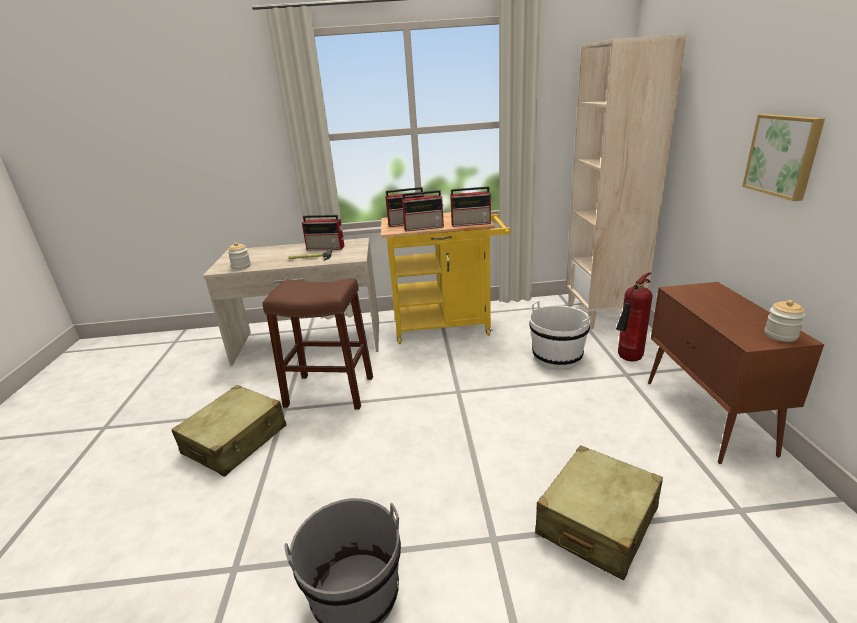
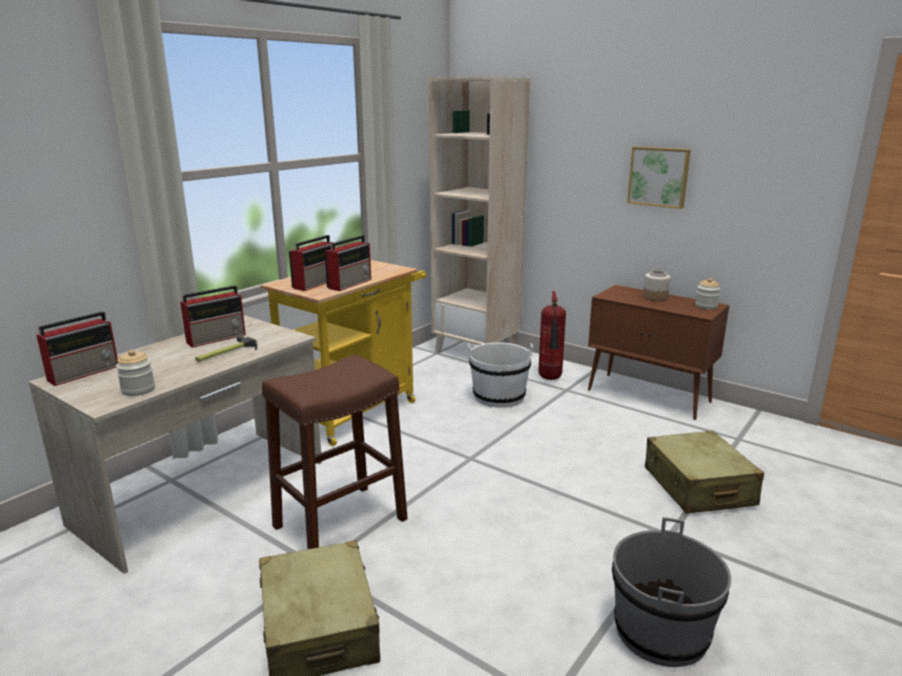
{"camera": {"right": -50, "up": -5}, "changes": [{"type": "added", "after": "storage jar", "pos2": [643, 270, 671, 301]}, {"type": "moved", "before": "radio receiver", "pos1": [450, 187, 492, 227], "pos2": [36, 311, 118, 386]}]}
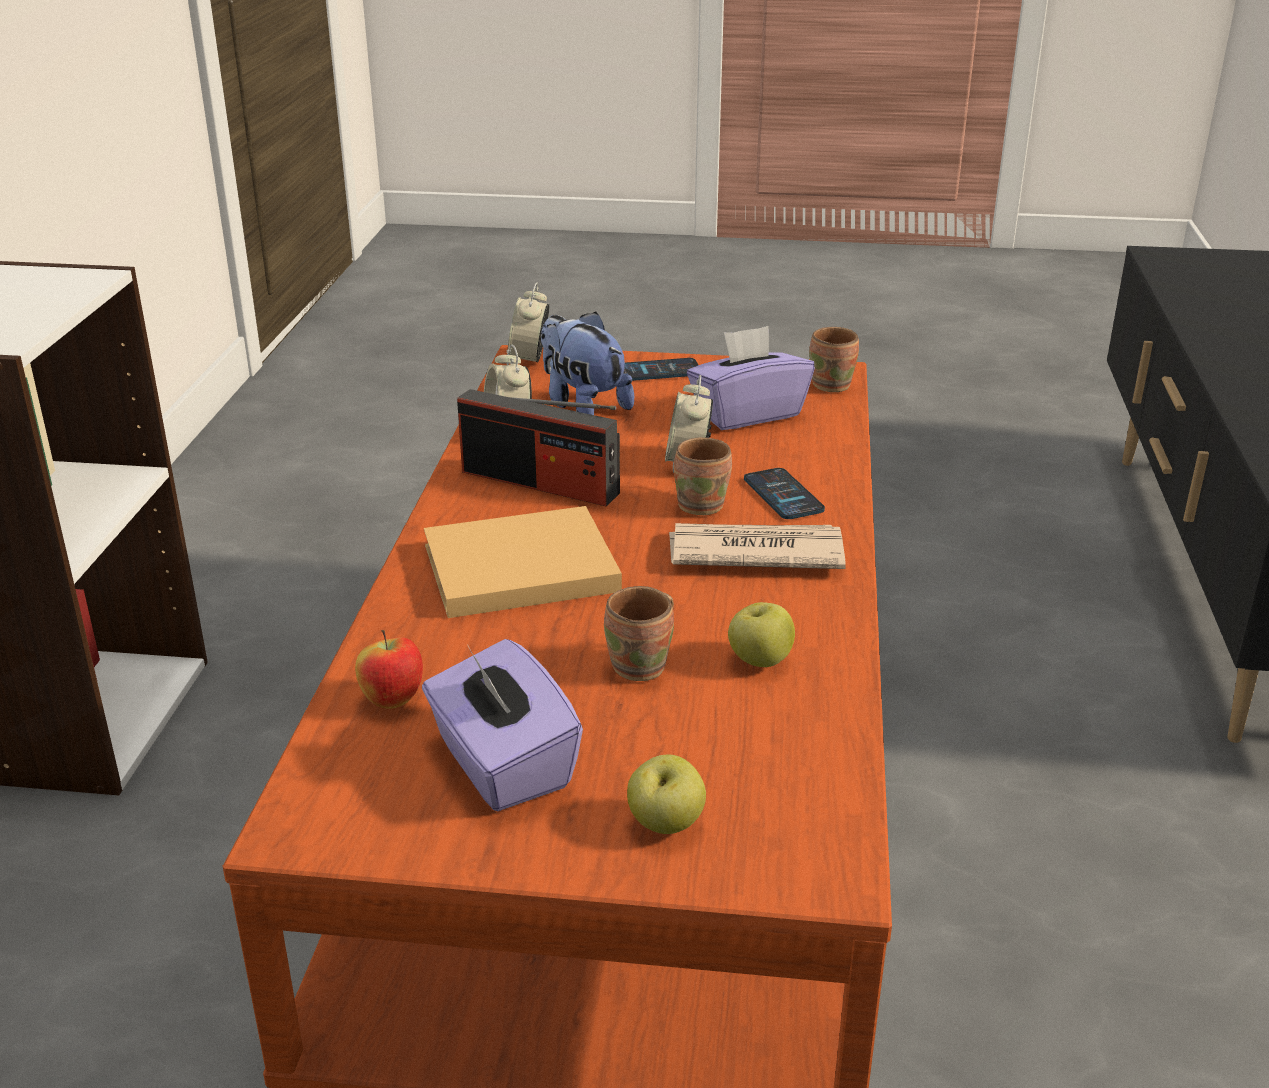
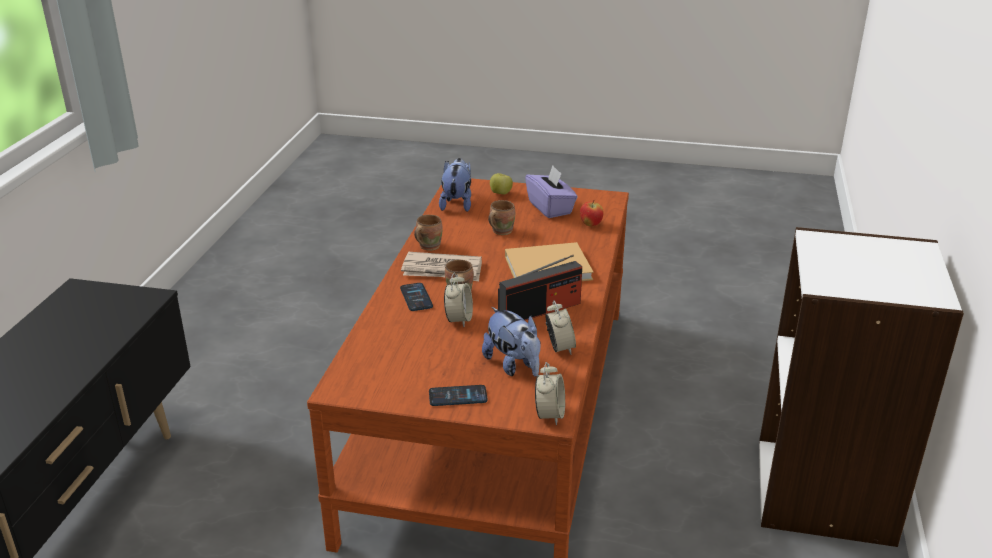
{"camera": {"right": -175, "up": 0}, "changes": [{"type": "removed", "before": "purple tissue box", "pos1": [687, 326, 815, 430]}, {"type": "removed", "before": "apple fruit", "pos1": [728, 602, 795, 667]}, {"type": "added", "after": "soft toy", "pos2": [439, 158, 471, 212]}, {"type": "moved", "before": "brownish coffee mug", "pos1": [809, 327, 859, 392], "pos2": [414, 215, 443, 251]}, {"type": "turned", "before": "radio receiver", "pos1": [457, 389, 620, 506], "pos2": [498, 255, 582, 320], "turn": 120}]}
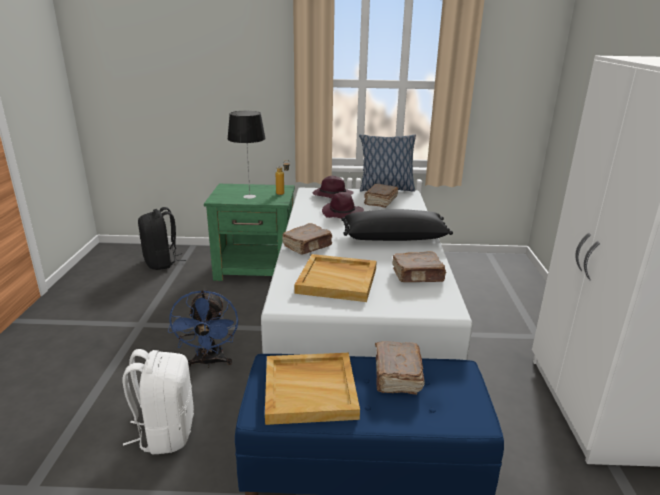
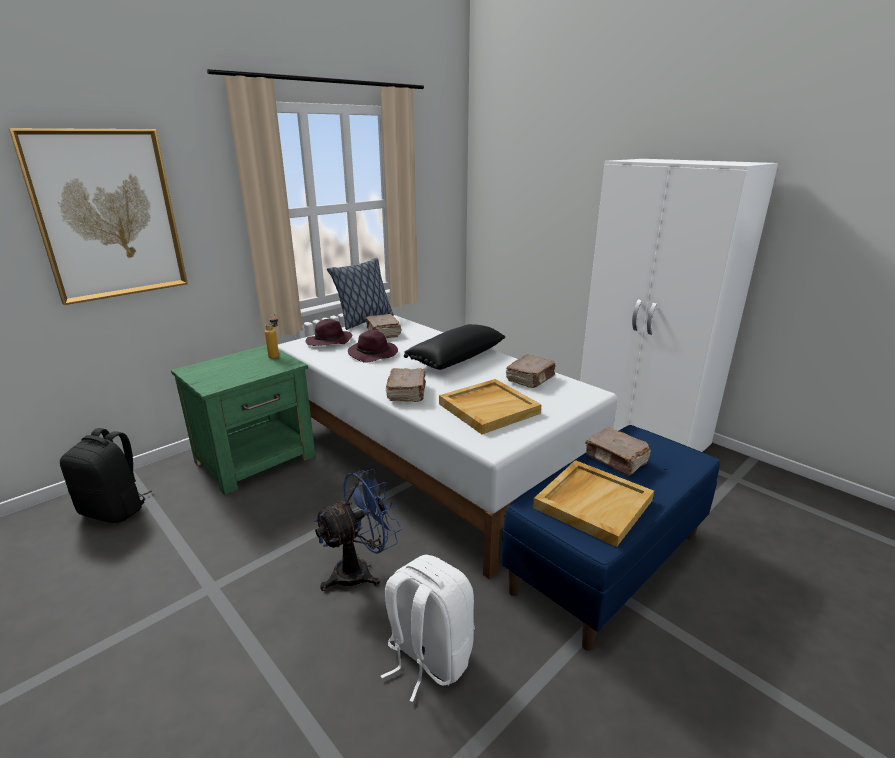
{"camera": {"right": -45, "up": 0}, "changes": [{"type": "removed", "before": "table lamp", "pos1": [228, 111, 266, 199]}, {"type": "added", "after": "picture", "pos2": [8, 128, 188, 305]}, {"type": "turned", "before": "bluish cooling fan", "pos1": [168, 290, 238, 368], "pos2": [313, 469, 402, 591], "turn": -75}]}
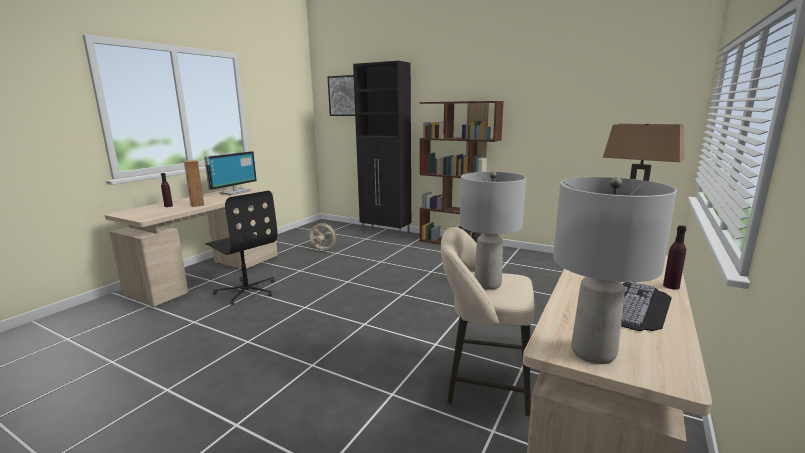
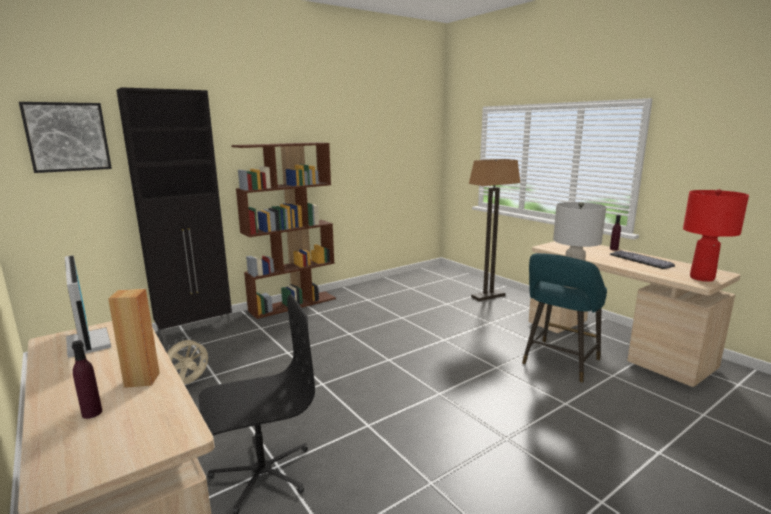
{"camera": {"right": -65, "up": 0}, "changes": [{"type": "recoloured", "before": "beige-coloured stool seat", "after": "blue-green stool seat", "pos1": [441, 227, 535, 417], "pos2": [522, 253, 607, 383]}, {"type": "recoloured", "before": "greyish table lamp", "after": "reddish table lamp", "pos1": [553, 177, 677, 364], "pos2": [683, 189, 749, 282]}]}
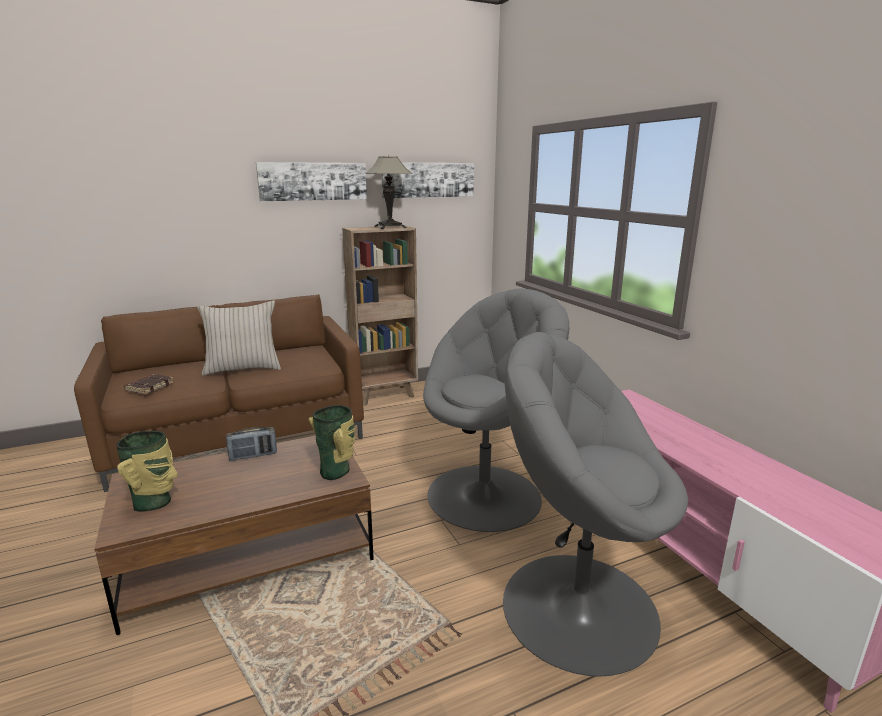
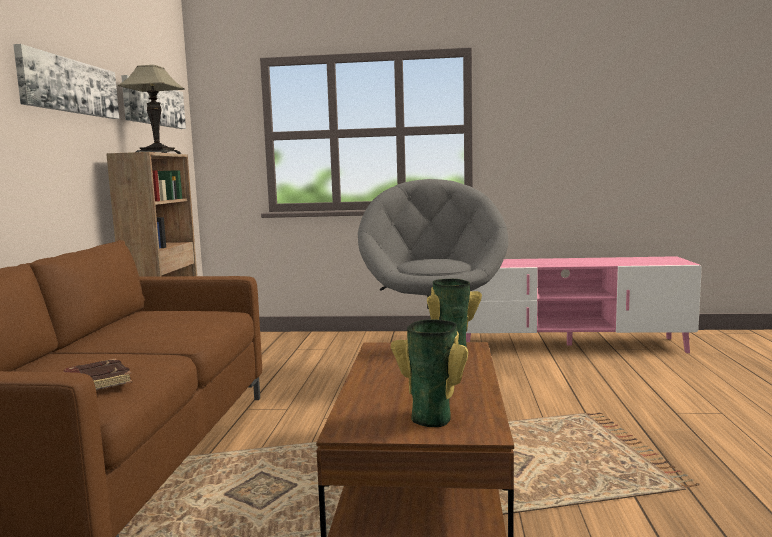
{"camera": {"right": -60, "up": -10}, "changes": [{"type": "removed", "before": "beige-coloured throw pillow", "pos1": [197, 301, 281, 376]}, {"type": "removed", "before": "radio receiver", "pos1": [226, 427, 277, 461]}, {"type": "removed", "before": "greyish armchair", "pos1": [503, 332, 688, 677]}]}
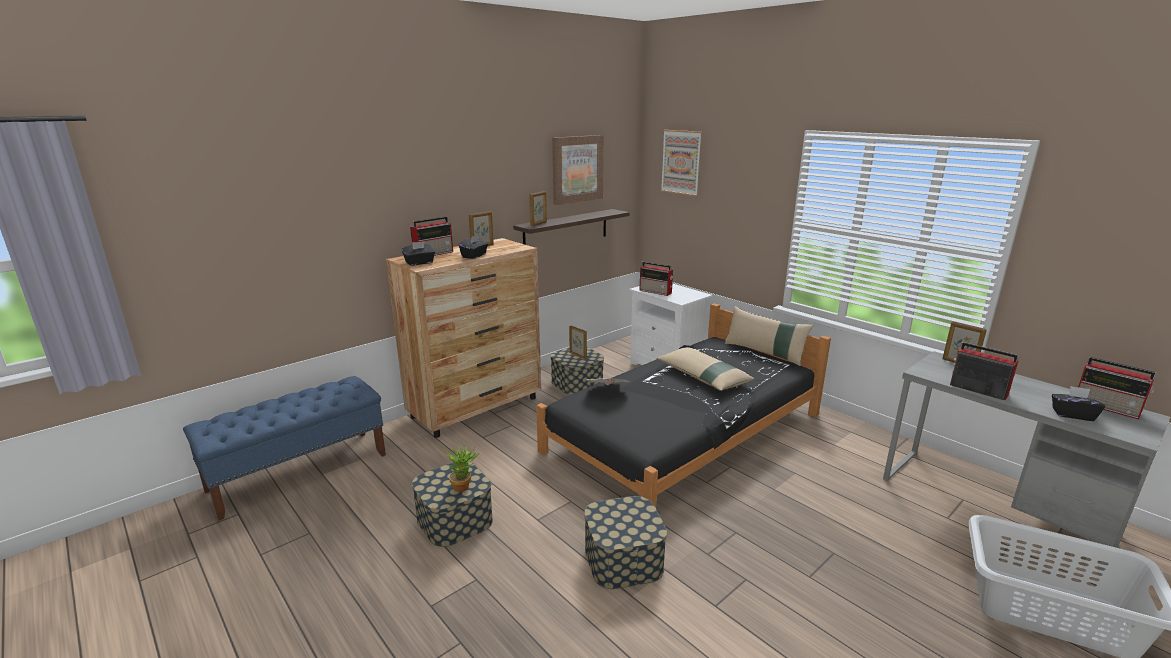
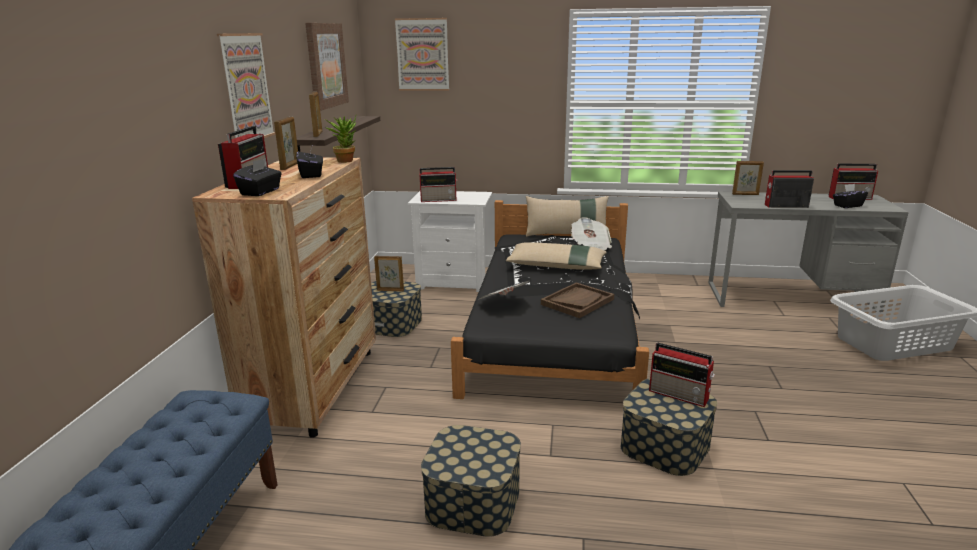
{"camera": {"right": -40, "up": 0}, "changes": [{"type": "added", "after": "picture", "pos2": [217, 33, 276, 138]}, {"type": "added", "after": "brownish serving tray", "pos2": [541, 282, 614, 318]}, {"type": "added", "after": "daily paper", "pos2": [571, 217, 612, 250]}, {"type": "added", "after": "radio receiver", "pos2": [649, 343, 715, 407]}, {"type": "moved", "before": "houseplant", "pos1": [443, 446, 479, 492], "pos2": [324, 115, 356, 163]}]}
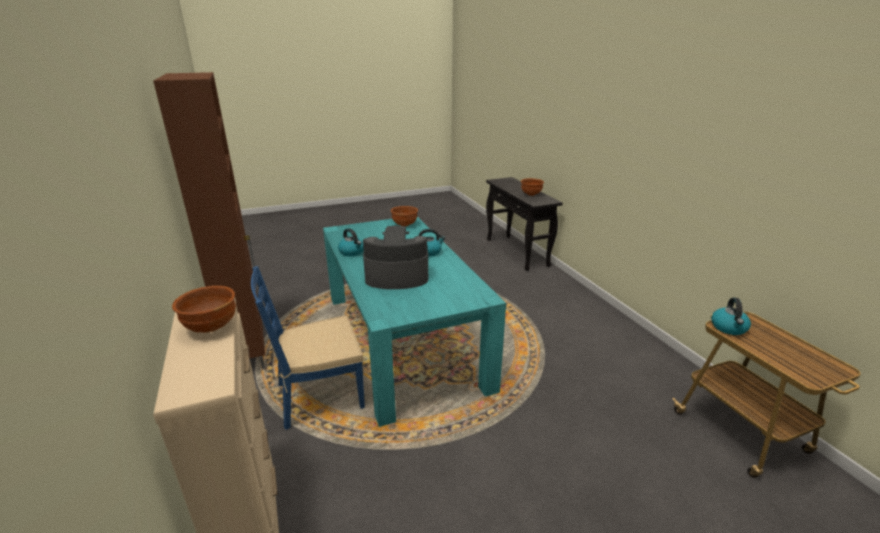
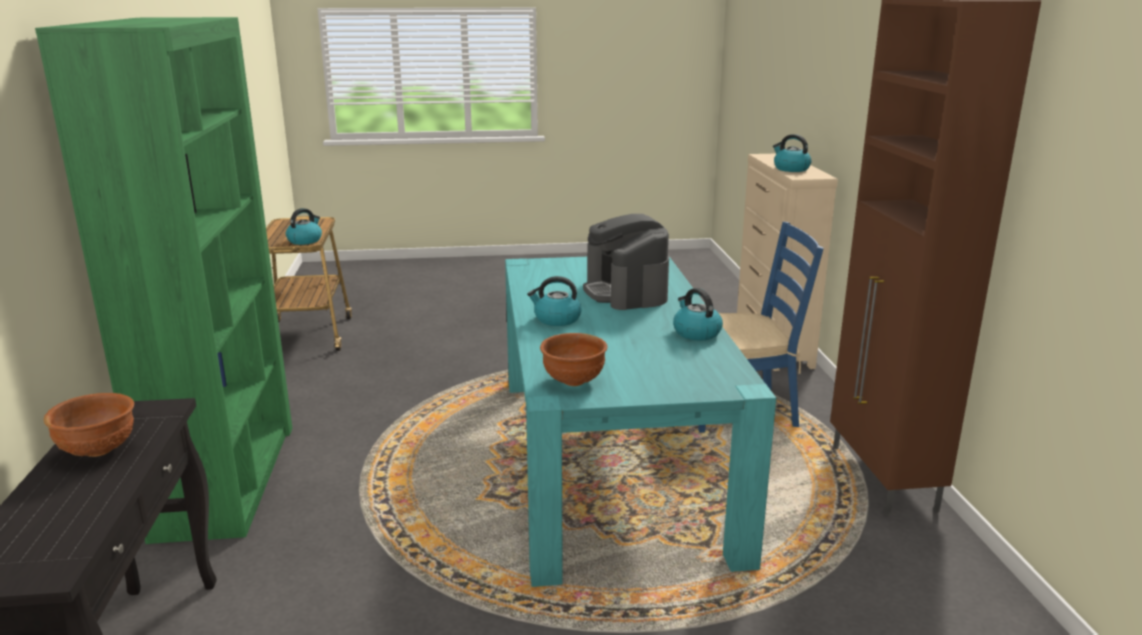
{"camera": {"right": -165, "up": -5}, "changes": [{"type": "added", "after": "greenish bookshelf", "pos2": [35, 17, 292, 544]}, {"type": "replaced", "before": "brownish deep dish", "after": "tea kettle", "pos1": [172, 286, 236, 333], "pos2": [773, 134, 812, 172]}, {"type": "turned", "before": "coffee machine", "pos1": [363, 225, 428, 289], "pos2": [583, 214, 669, 310], "turn": 60}]}
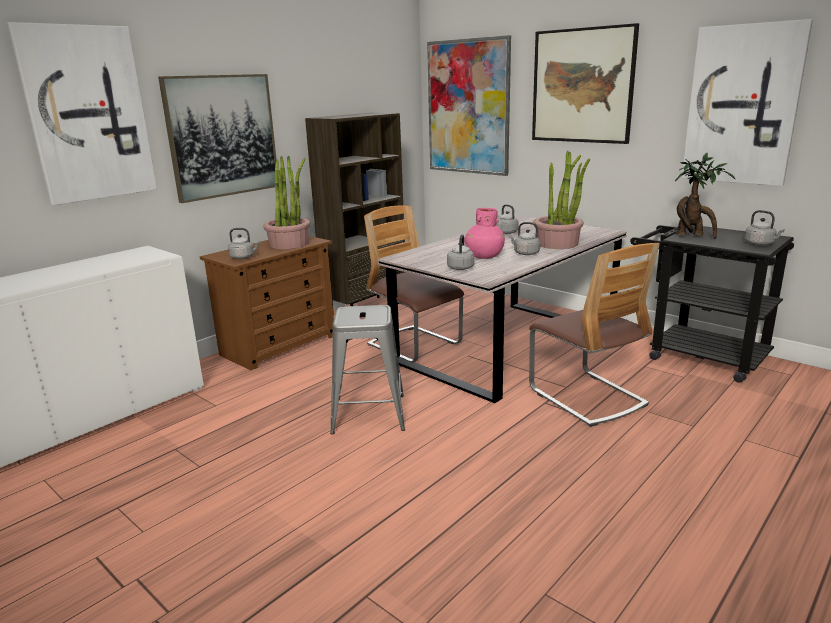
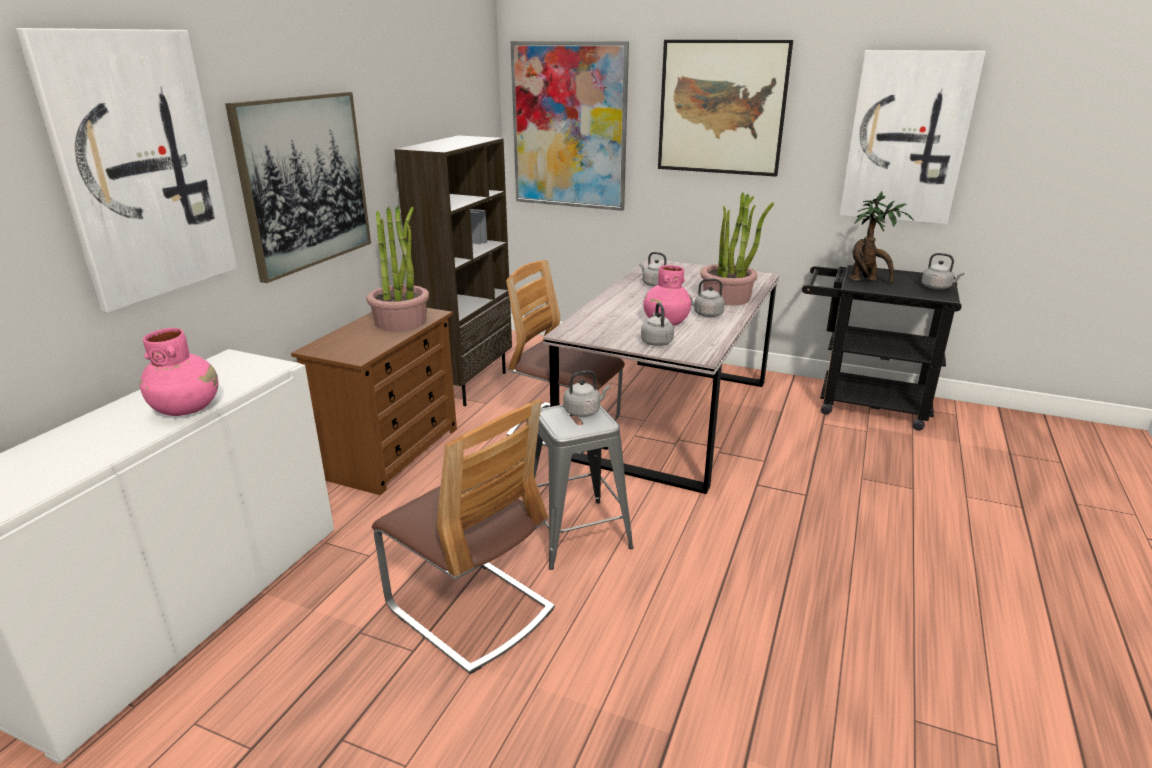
{"camera": {"right": -20, "up": 5}, "changes": [{"type": "added", "after": "pinkish decorative vase", "pos2": [140, 328, 218, 416]}, {"type": "moved", "before": "greyish tea kettle", "pos1": [228, 228, 260, 259], "pos2": [564, 370, 610, 417]}, {"type": "moved", "before": "plain chair", "pos1": [529, 243, 660, 427], "pos2": [372, 399, 555, 674]}]}
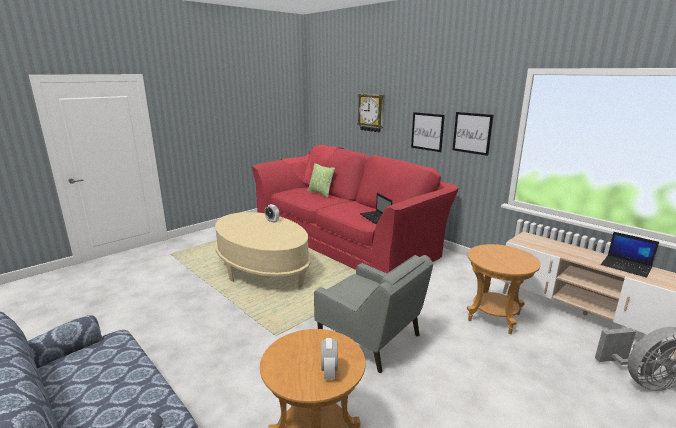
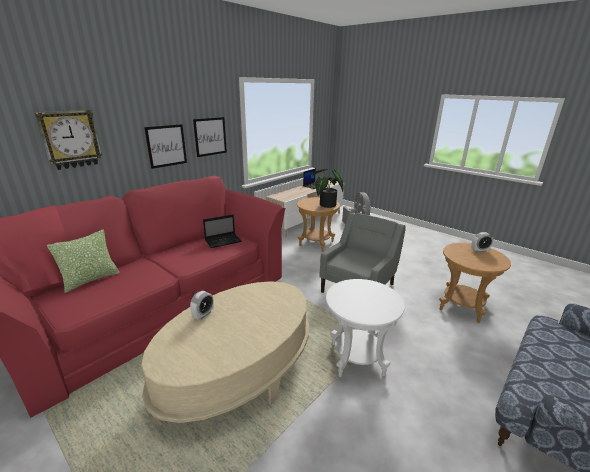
{"camera": {"right": -95, "up": 5}, "changes": [{"type": "added", "after": "houseplant", "pos2": [312, 169, 344, 208]}, {"type": "added", "after": "white-coloured side table", "pos2": [326, 279, 405, 377]}]}
